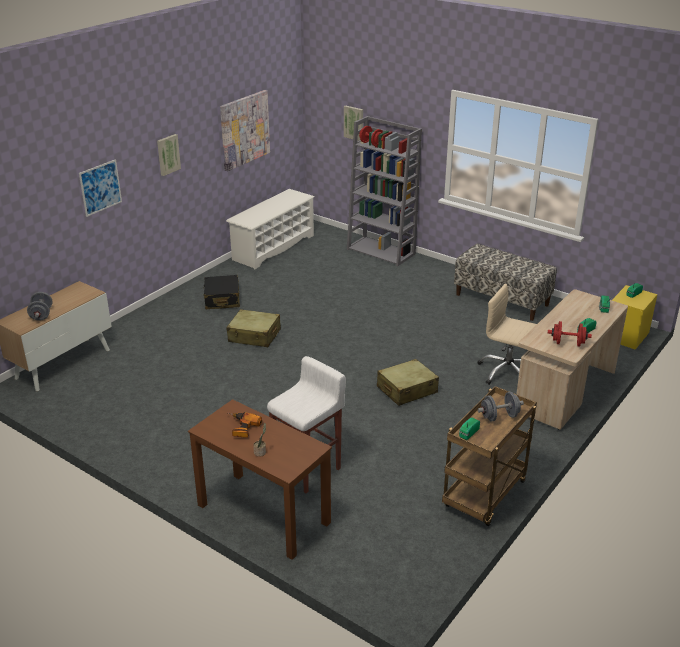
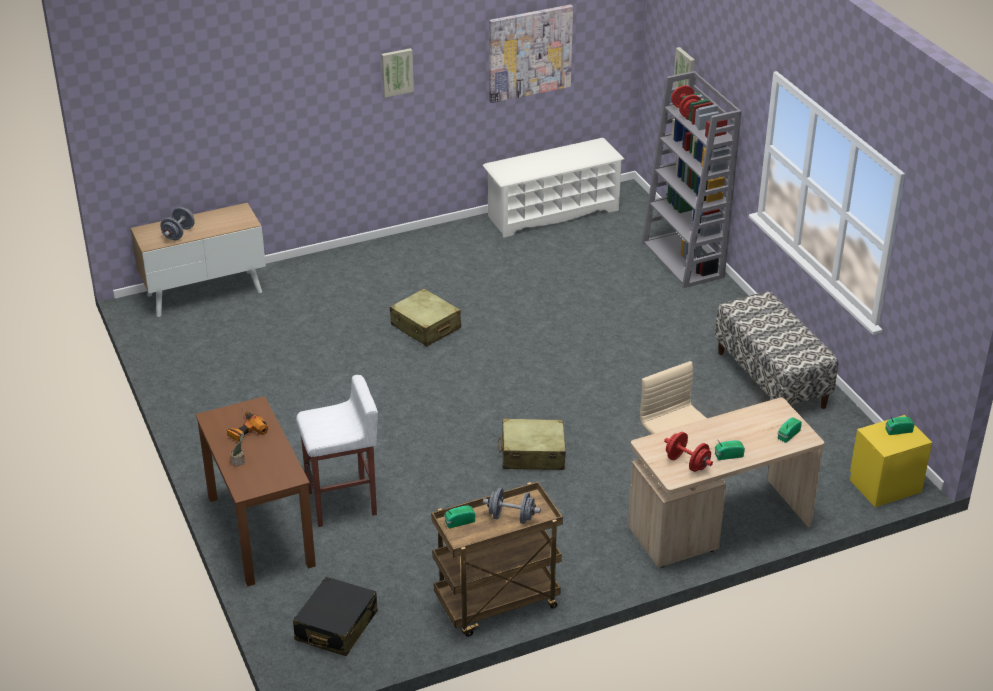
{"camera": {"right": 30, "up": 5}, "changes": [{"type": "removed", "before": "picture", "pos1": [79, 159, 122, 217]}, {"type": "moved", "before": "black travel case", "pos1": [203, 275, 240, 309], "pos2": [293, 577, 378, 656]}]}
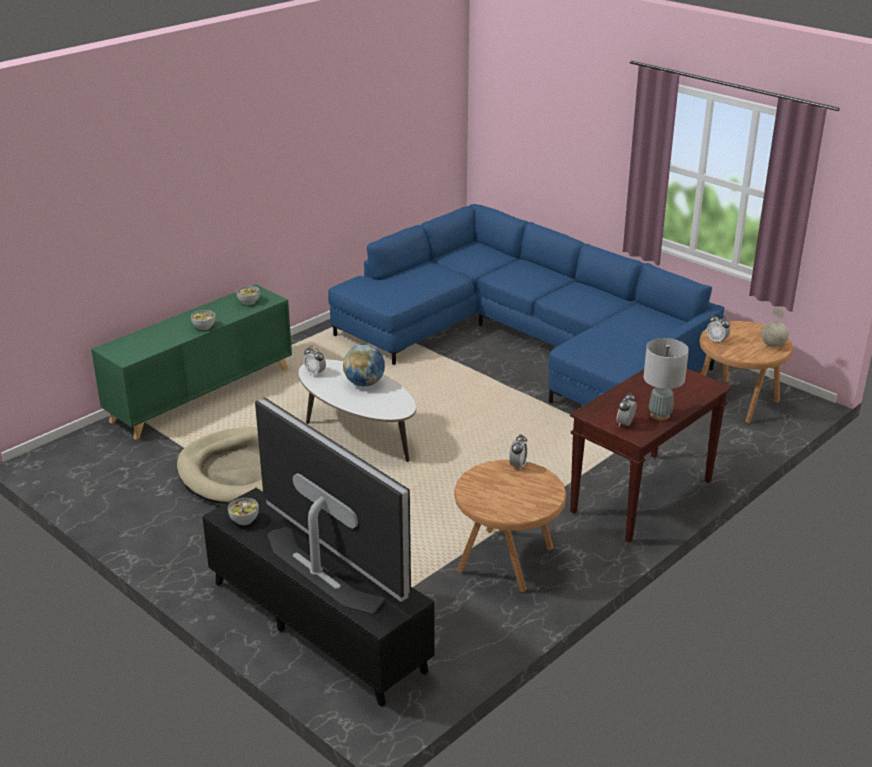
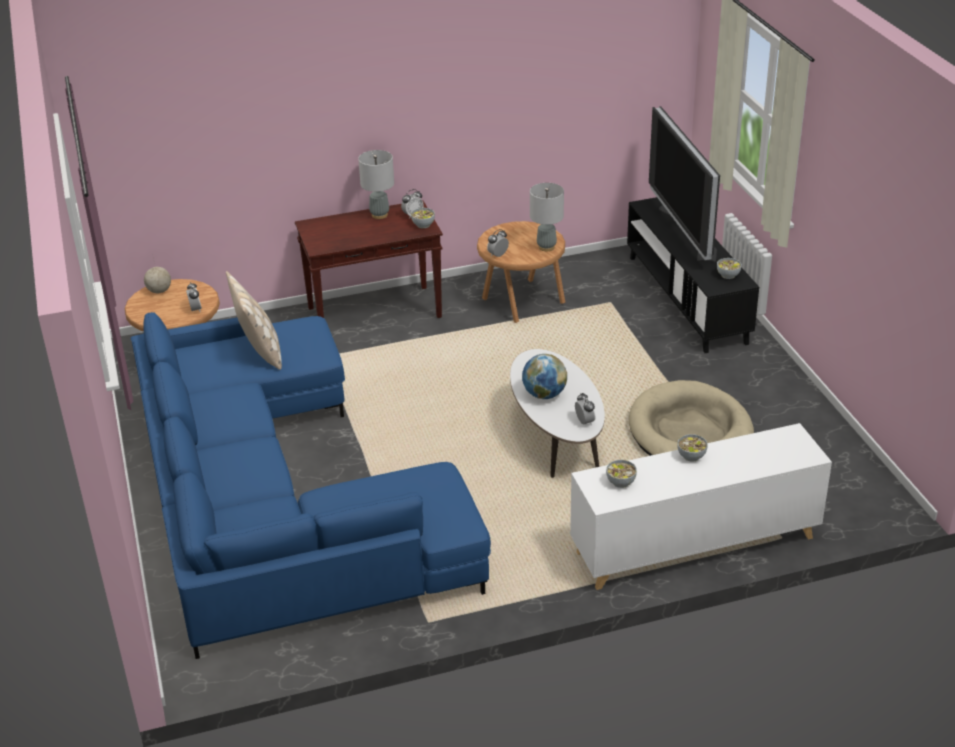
{"camera": {"right": -150, "up": 5}, "changes": [{"type": "added", "after": "beige-coloured throw pillow", "pos2": [226, 271, 282, 370]}, {"type": "added", "after": "deep dish", "pos2": [411, 208, 435, 228]}, {"type": "added", "after": "greyish table lamp", "pos2": [530, 183, 564, 251]}, {"type": "recoloured", "before": "greenish cabinet", "after": "white-coloured cabinet", "pos1": [91, 284, 292, 440], "pos2": [570, 423, 832, 590]}]}
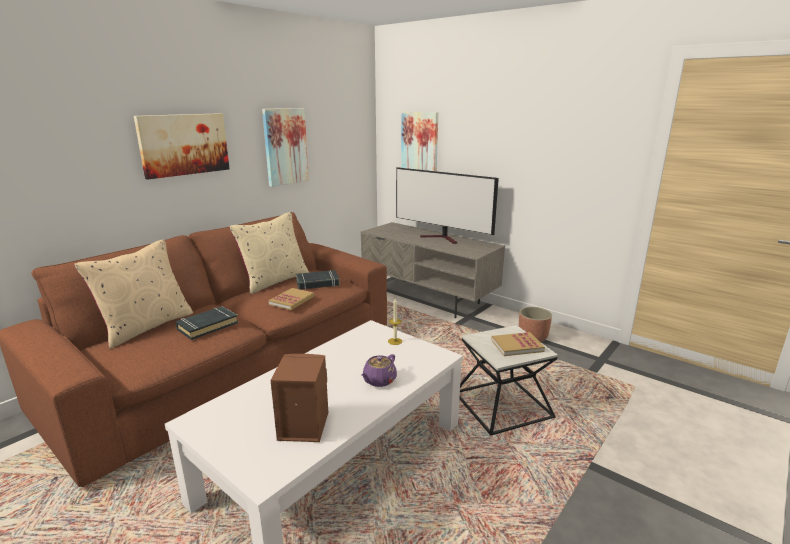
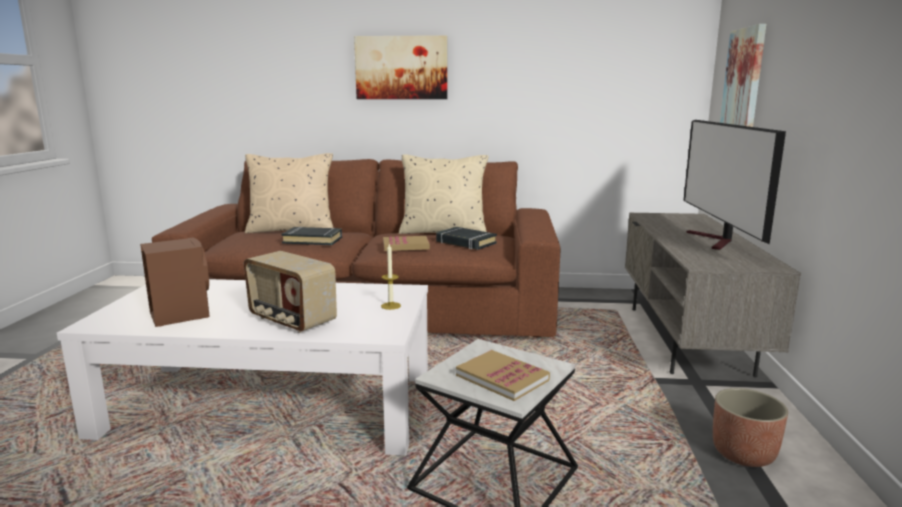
{"camera": {"right": 55, "up": -5}, "changes": [{"type": "removed", "before": "picture", "pos1": [262, 108, 309, 187]}, {"type": "replaced", "before": "purple pot for tea", "after": "radio receiver", "pos1": [361, 354, 397, 387], "pos2": [244, 251, 337, 333]}]}
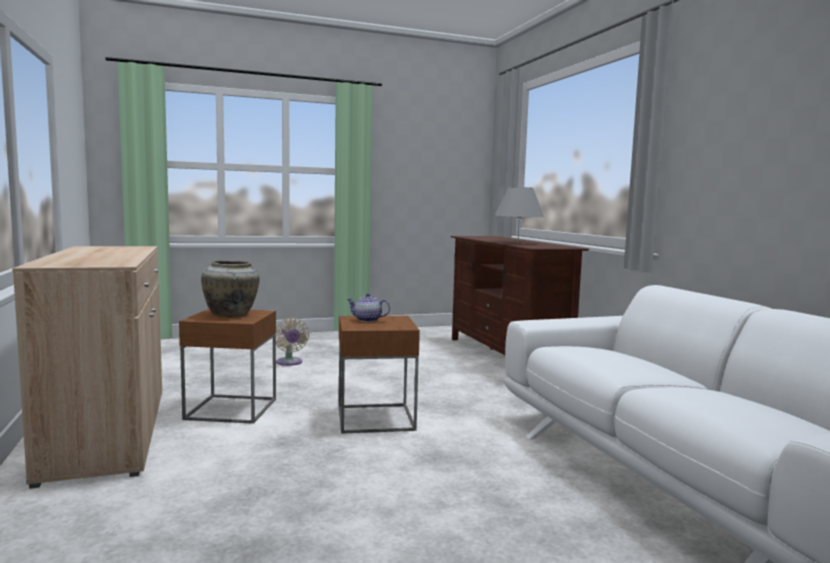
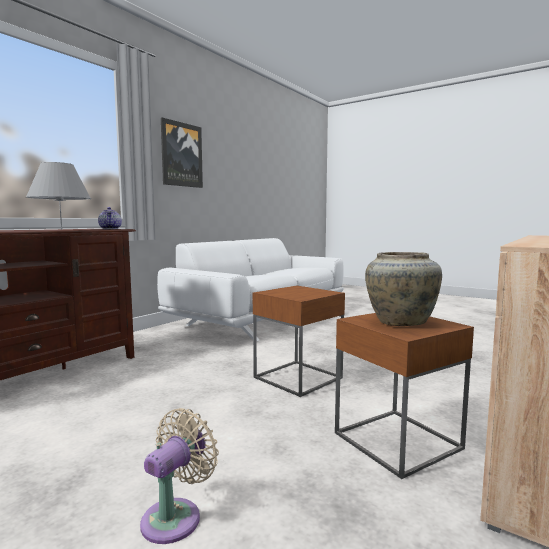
{"camera": {"right": -125, "up": 0}, "changes": [{"type": "added", "after": "picture", "pos2": [161, 117, 203, 188]}, {"type": "moved", "before": "pot for tea", "pos1": [347, 293, 390, 322], "pos2": [98, 207, 122, 229]}]}
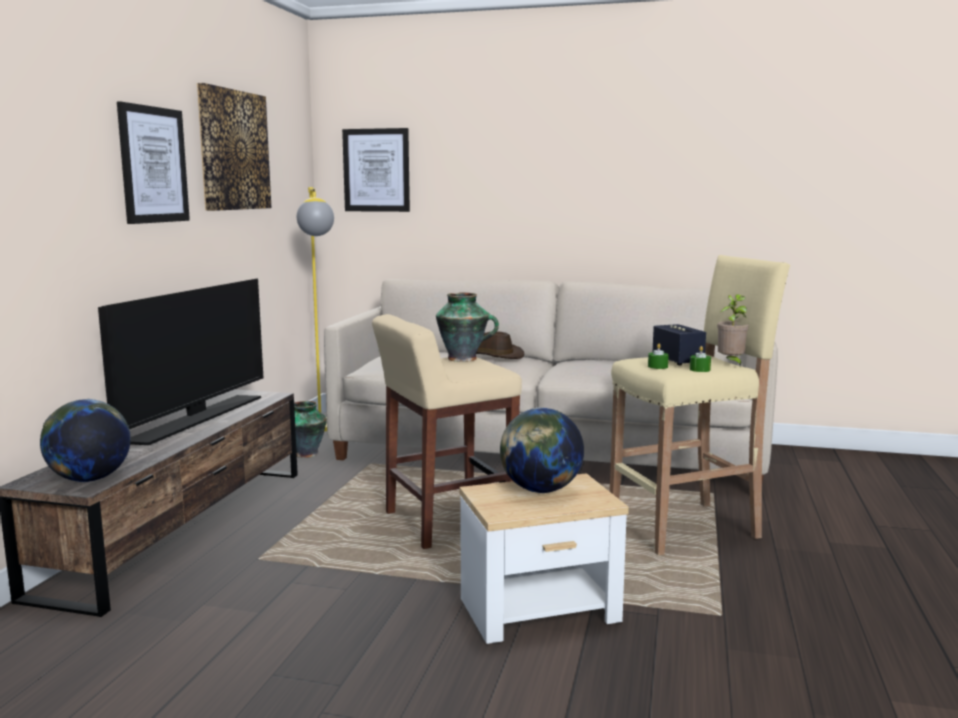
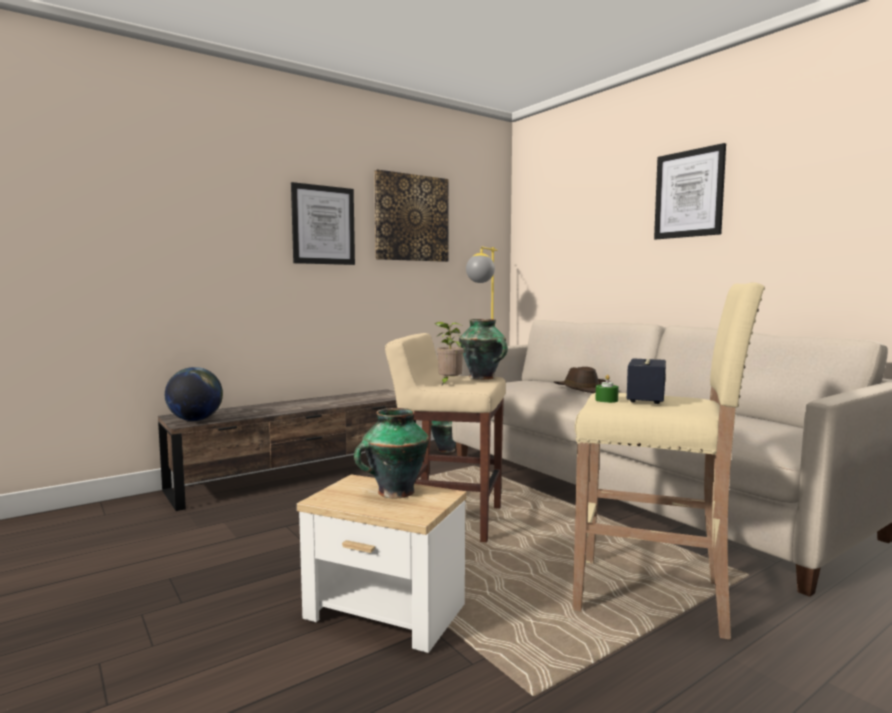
{"camera": {"right": 40, "up": -5}, "changes": [{"type": "removed", "before": "television", "pos1": [98, 278, 263, 445]}, {"type": "removed", "before": "greenish wax candle", "pos1": [690, 346, 711, 372]}, {"type": "moved", "before": "picture", "pos1": [342, 128, 410, 212], "pos2": [654, 143, 726, 239]}, {"type": "moved", "before": "houseplant", "pos1": [717, 294, 749, 366], "pos2": [435, 322, 464, 385]}, {"type": "replaced", "before": "desk globe", "after": "decorative vase", "pos1": [500, 408, 584, 493], "pos2": [354, 408, 429, 498]}]}
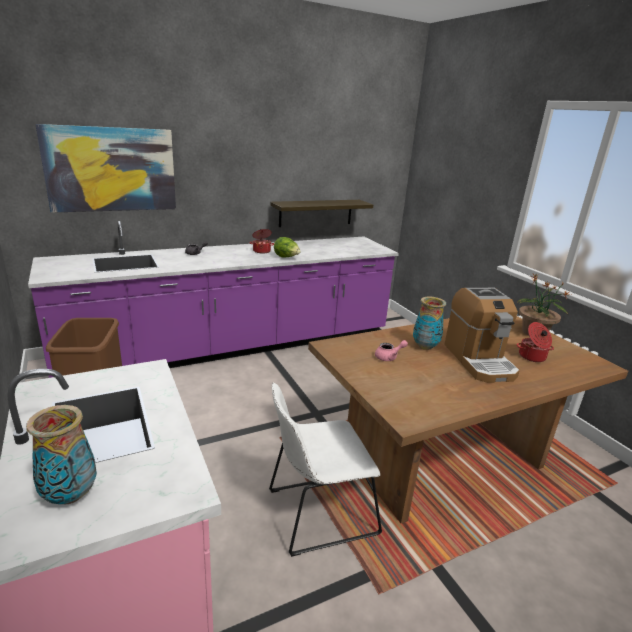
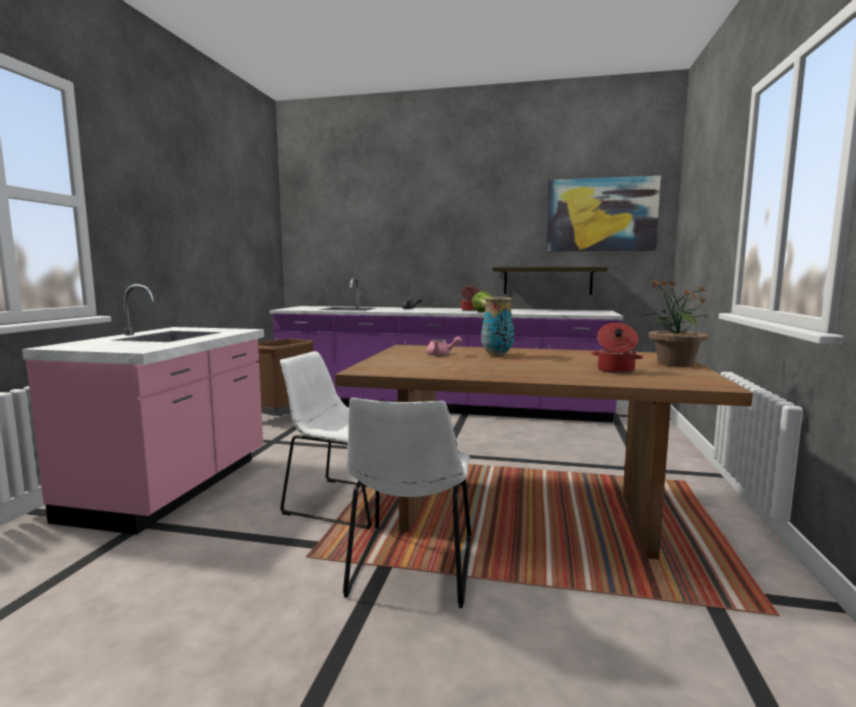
{"camera": {"right": 40, "up": -15}, "changes": [{"type": "removed", "before": "decorative vase", "pos1": [26, 405, 97, 504]}, {"type": "removed", "before": "coffee machine", "pos1": [444, 288, 520, 383]}, {"type": "added", "after": "white-coloured plain chair", "pos2": [343, 398, 472, 608]}, {"type": "moved", "before": "picture", "pos1": [35, 124, 176, 213], "pos2": [546, 176, 661, 251]}]}
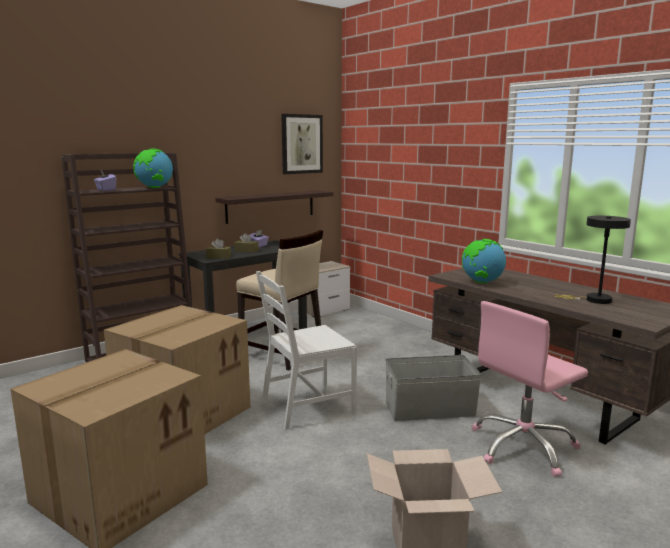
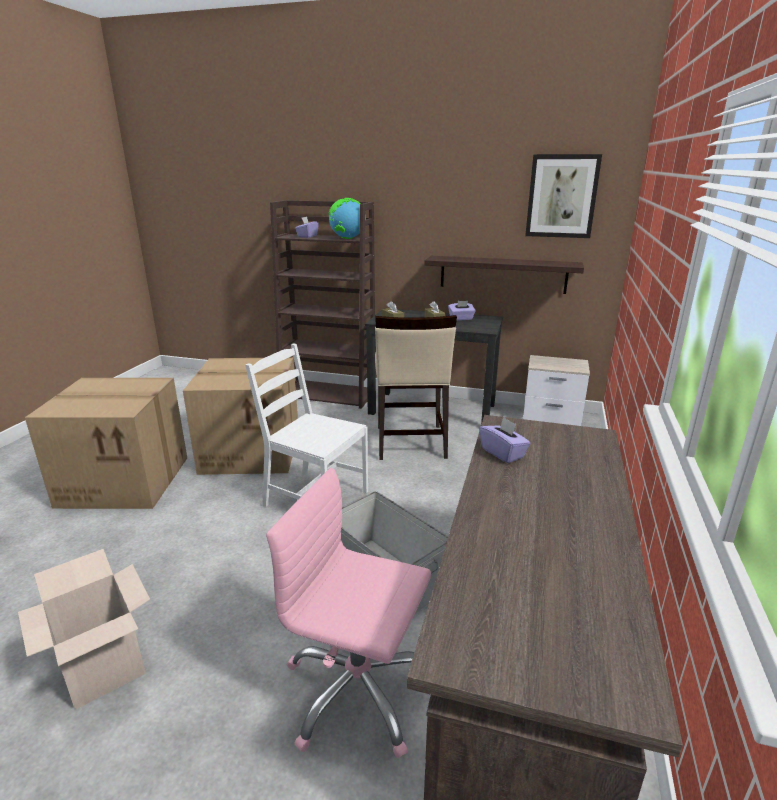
{"camera": {"right": 55, "up": 10}, "changes": [{"type": "removed", "before": "black table lamp", "pos1": [554, 216, 631, 304]}, {"type": "replaced", "before": "desk globe", "after": "purple tissue box", "pos1": [462, 239, 506, 283], "pos2": [479, 417, 531, 463]}]}
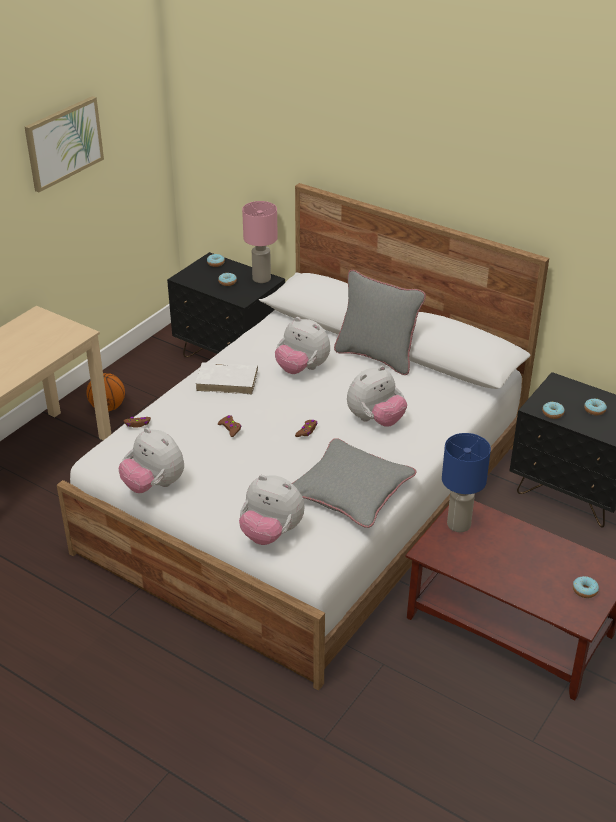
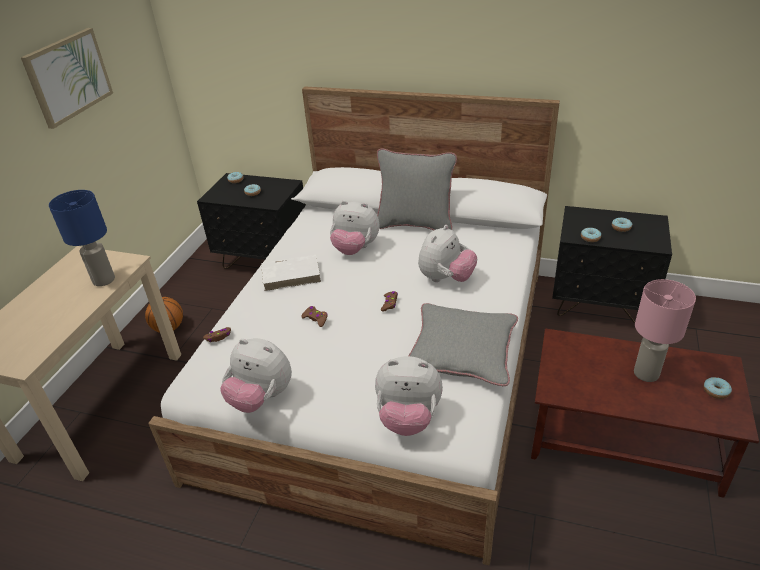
{"camera": {"right": -15, "up": 0}, "changes": [{"type": "moved", "before": "pinkish table lamp", "pos1": [242, 201, 278, 283], "pos2": [634, 279, 696, 382]}, {"type": "moved", "before": "bluish table lamp", "pos1": [442, 433, 491, 532], "pos2": [49, 190, 115, 286]}]}
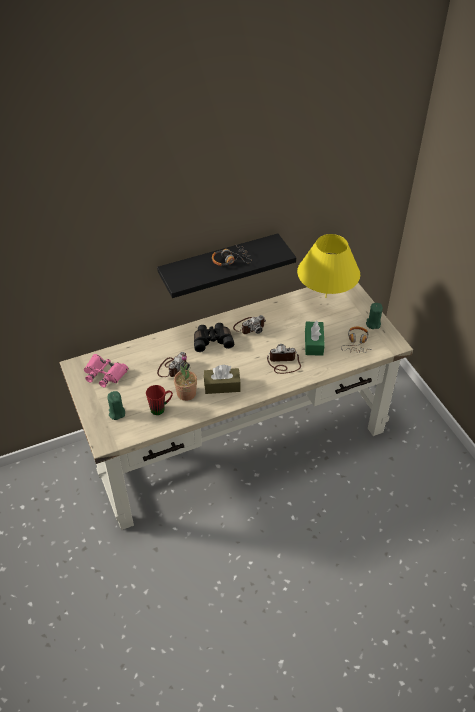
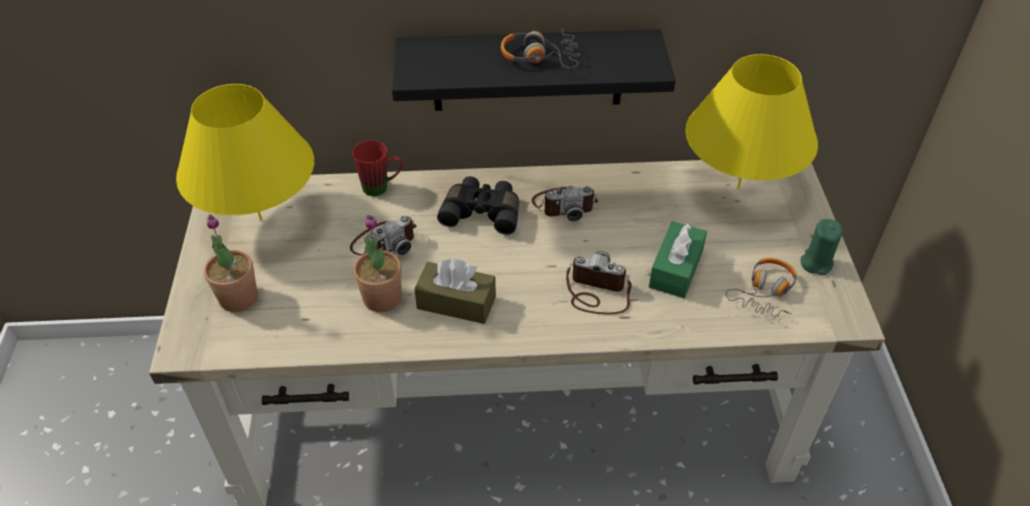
{"camera": {"right": 20, "up": 0}, "changes": [{"type": "moved", "before": "reddish coffee mug", "pos1": [146, 385, 173, 415], "pos2": [352, 140, 403, 196]}, {"type": "replaced", "before": "pinkish pair of binoculars", "after": "yellow table lamp", "pos1": [84, 354, 129, 387], "pos2": [176, 84, 314, 221]}, {"type": "replaced", "before": "greenish wax candle", "after": "houseplant", "pos1": [107, 391, 125, 420], "pos2": [204, 214, 258, 312]}]}
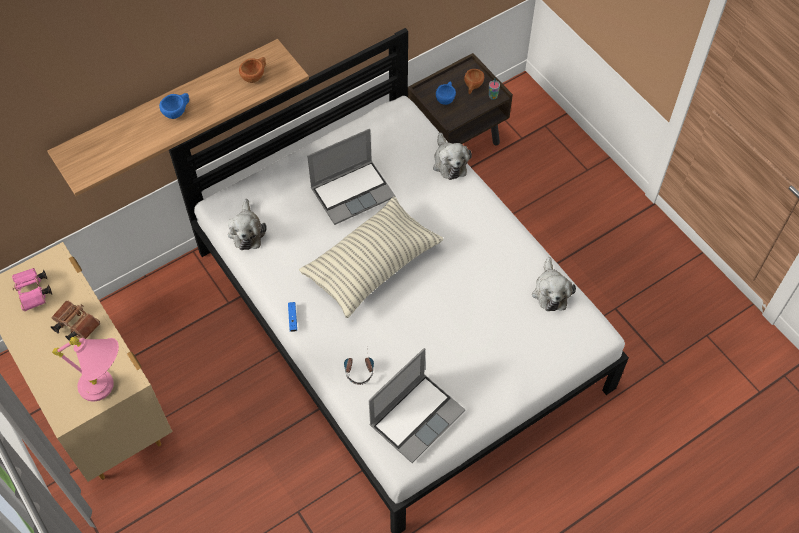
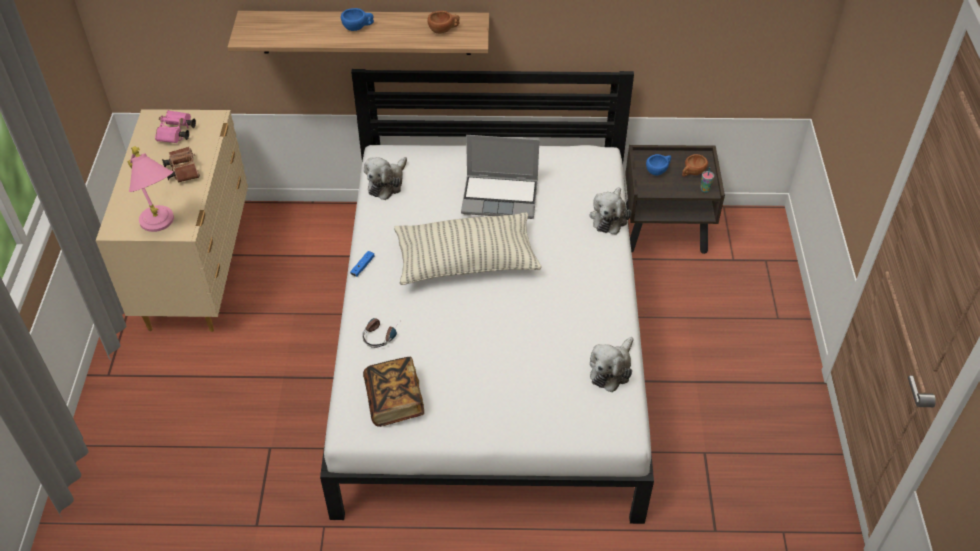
{"camera": {"right": 35, "up": -10}, "changes": [{"type": "replaced", "before": "laptop", "after": "volume", "pos1": [369, 348, 465, 463], "pos2": [363, 357, 424, 427]}]}
